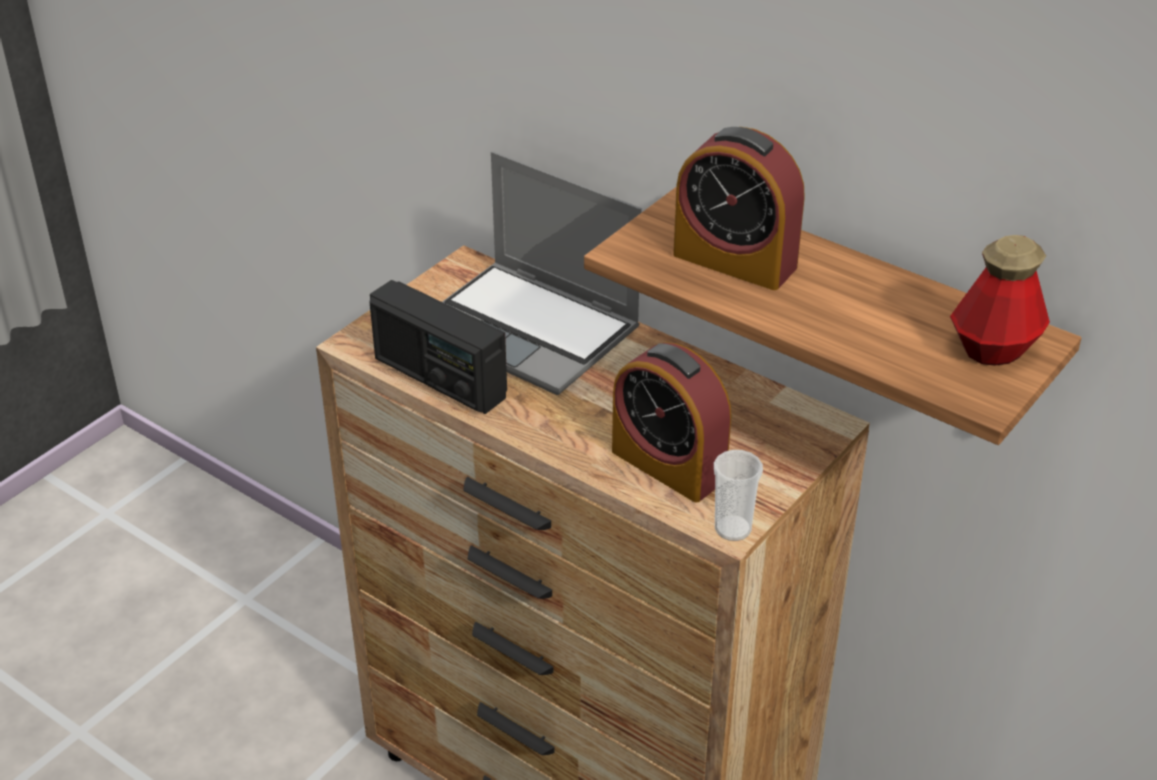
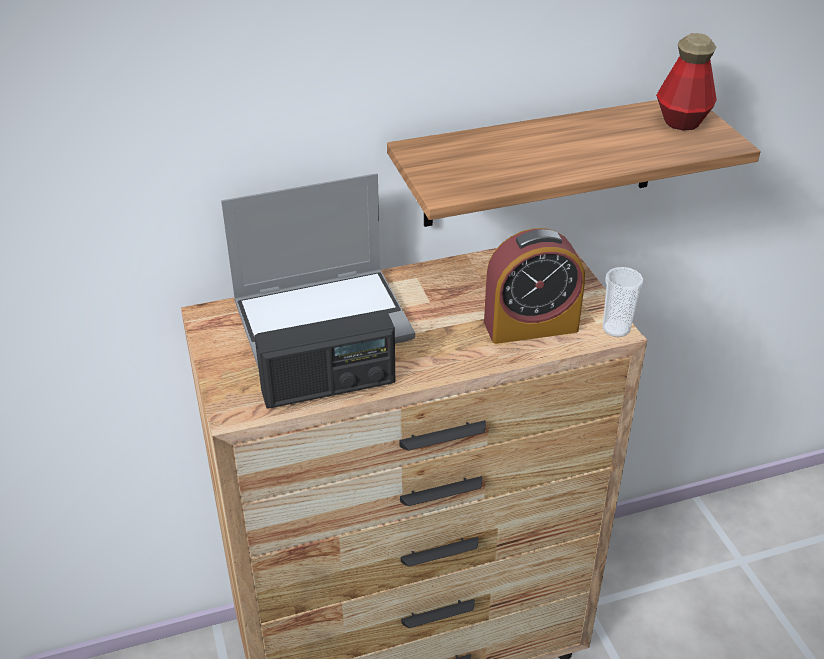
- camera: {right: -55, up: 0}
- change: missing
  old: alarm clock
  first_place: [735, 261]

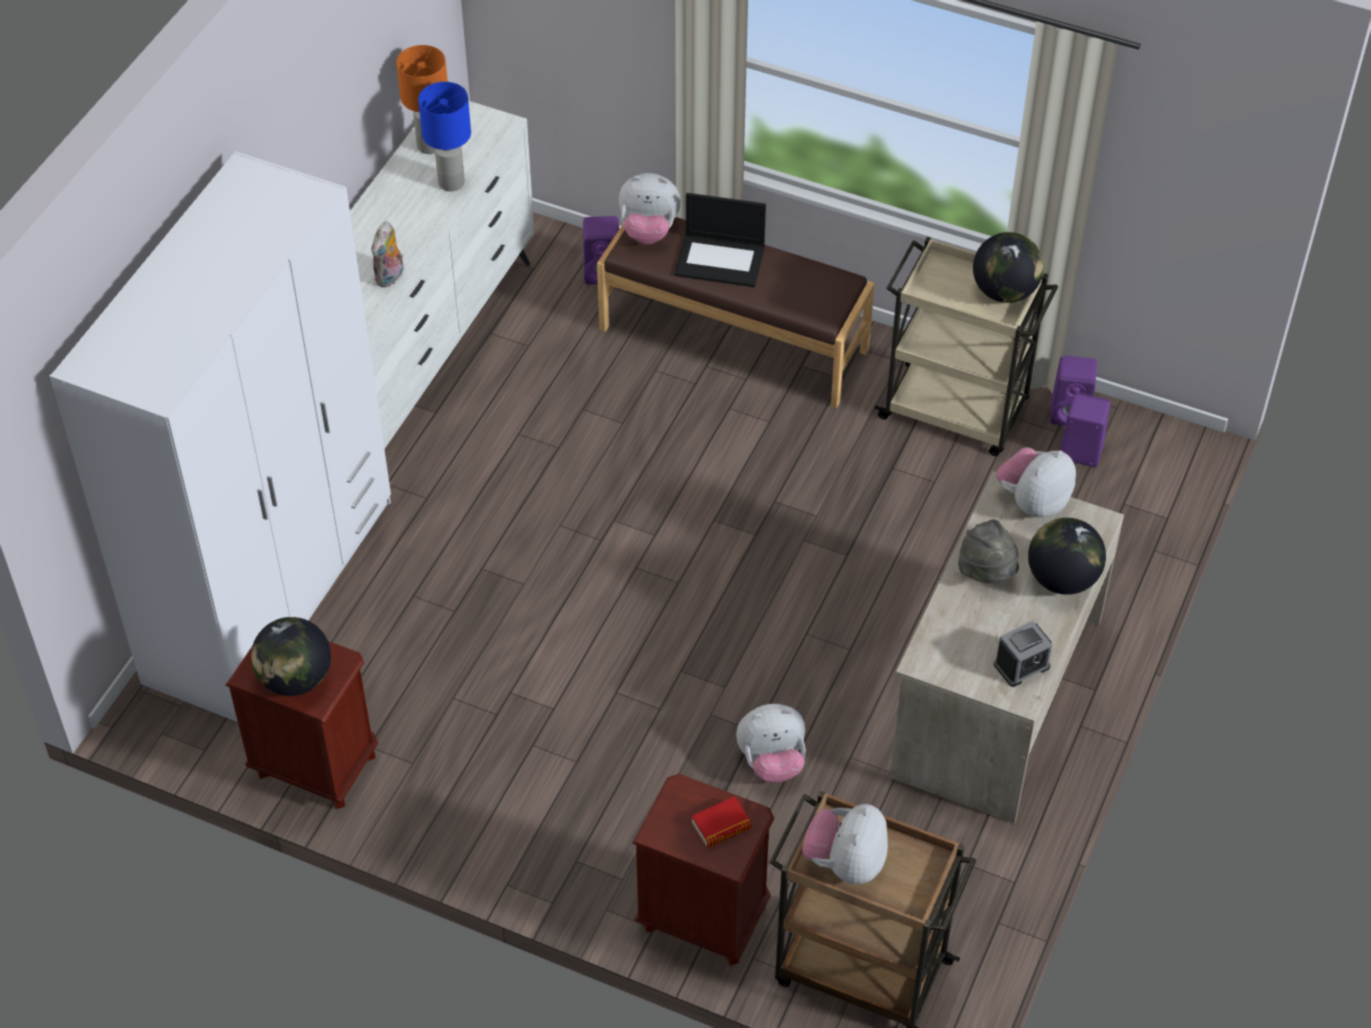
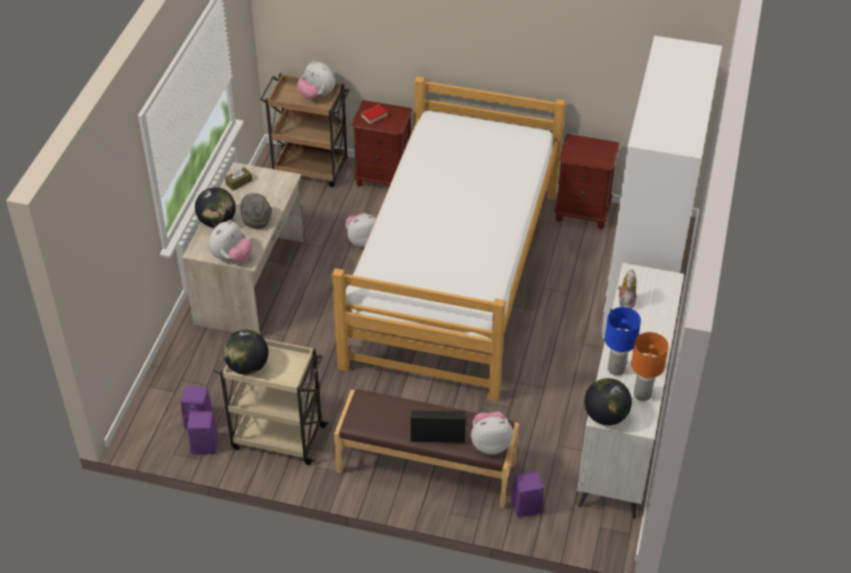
- camera: {right: 170, up: -5}
- change: relocated
  old: globe
  first_place: [295, 679]
  second_place: [605, 416]
- change: exchanged
  old: alarm clock
  new: tissue box/brown
  first_place: [1021, 665]
  second_place: [239, 182]
- change: spun
  old: plush toy
  first_place: [845, 863]
  second_place: [316, 95]
  degrees: 120
- change: appeared
  new: bed
  second_place: [454, 276]

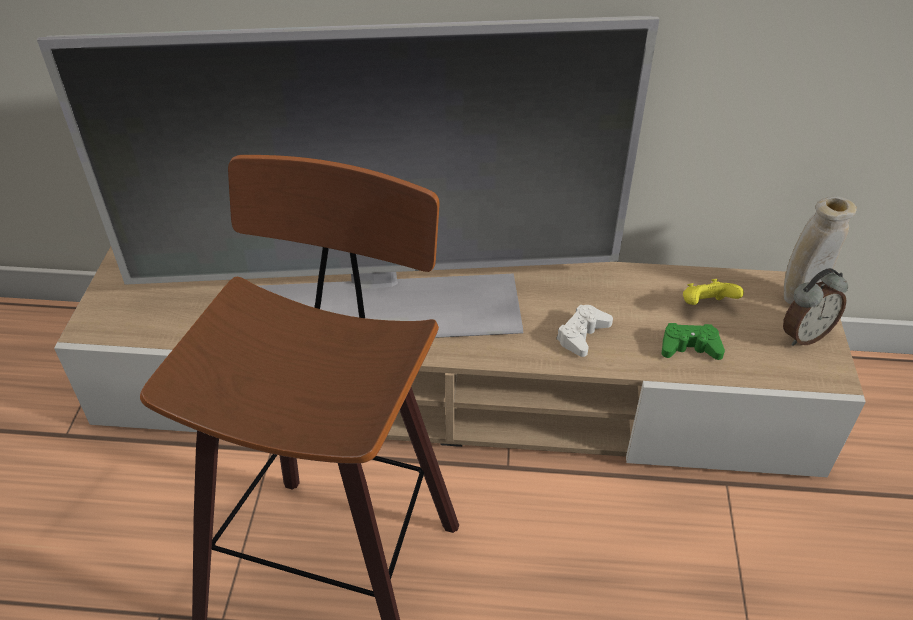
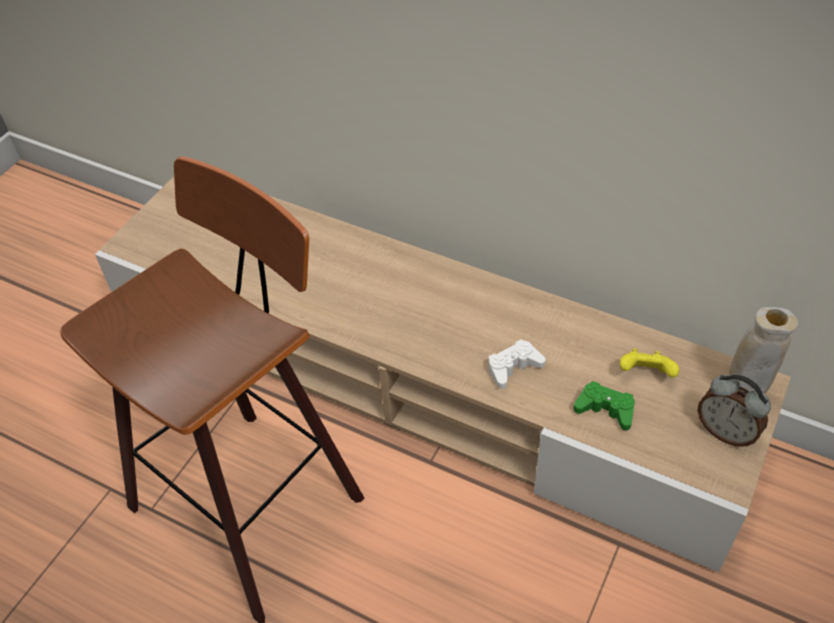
- camera: {right: 25, up: 5}
- change: missing
  old: television
  first_place: [383, 306]
- change: spun
  old: alarm clock
  first_place: [803, 335]
  second_place: [725, 431]
  degrees: 45

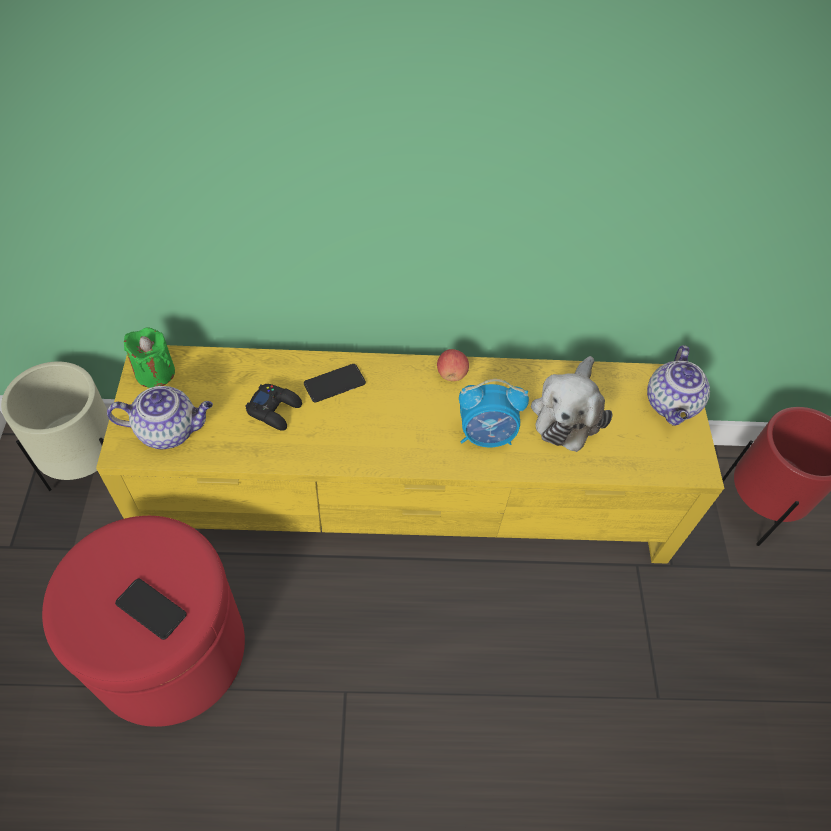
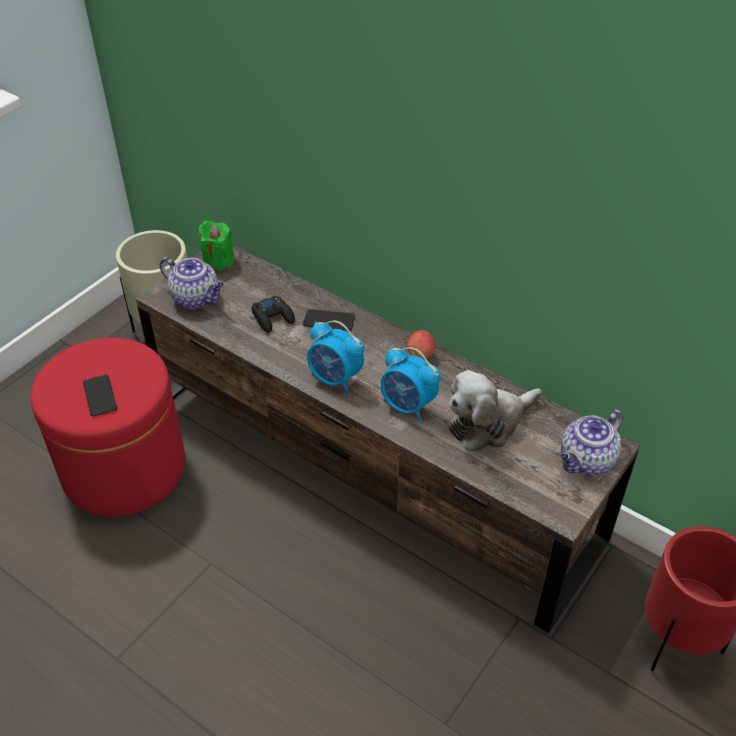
- camera: {right: 40, up: -10}
- change: colour
  old: tv stand/yellow
  new: tv stand/brown
  first_place: [410, 498]
  second_place: [370, 465]
- change: appeared
  new: alarm clock
  second_place: [335, 378]

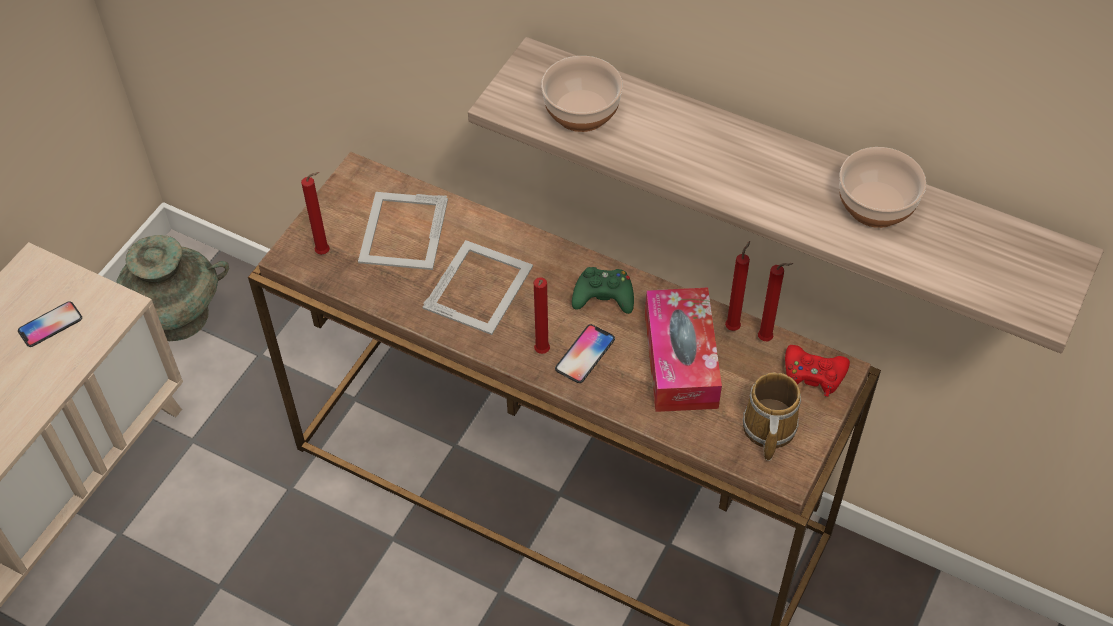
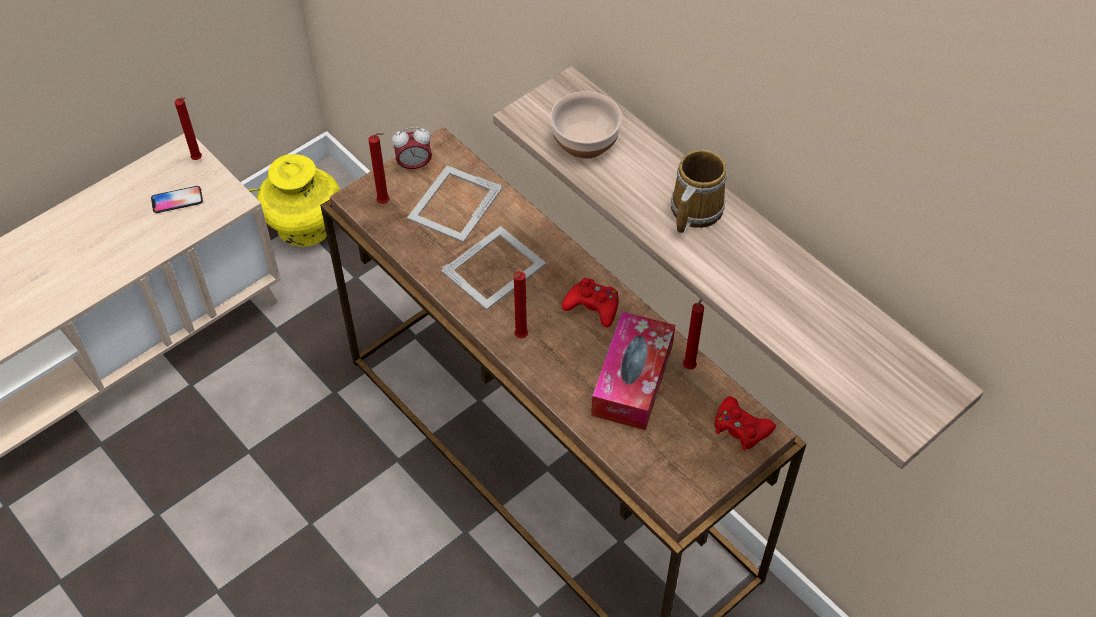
- camera: {right: 20, up: 0}
- change: missing
  old: bowl
  first_place: [876, 206]
- change: colour
  old: vase/turquoise
  new: vase/yellow
  first_place: [177, 315]
  second_place: [305, 226]
- change: relocated
  old: candle/red
  first_place: [767, 339]
  second_place: [198, 160]
- change: colour
  old: game controller/green
  new: game controller/red
  first_place: [603, 296]
  second_place: [593, 306]
- change: missing
  old: phone
  first_place: [585, 354]
- change: relocated
  old: mug
  first_place: [767, 429]
  second_place: [693, 210]
- change: appeared
  new: alarm clock
  second_place: [414, 166]

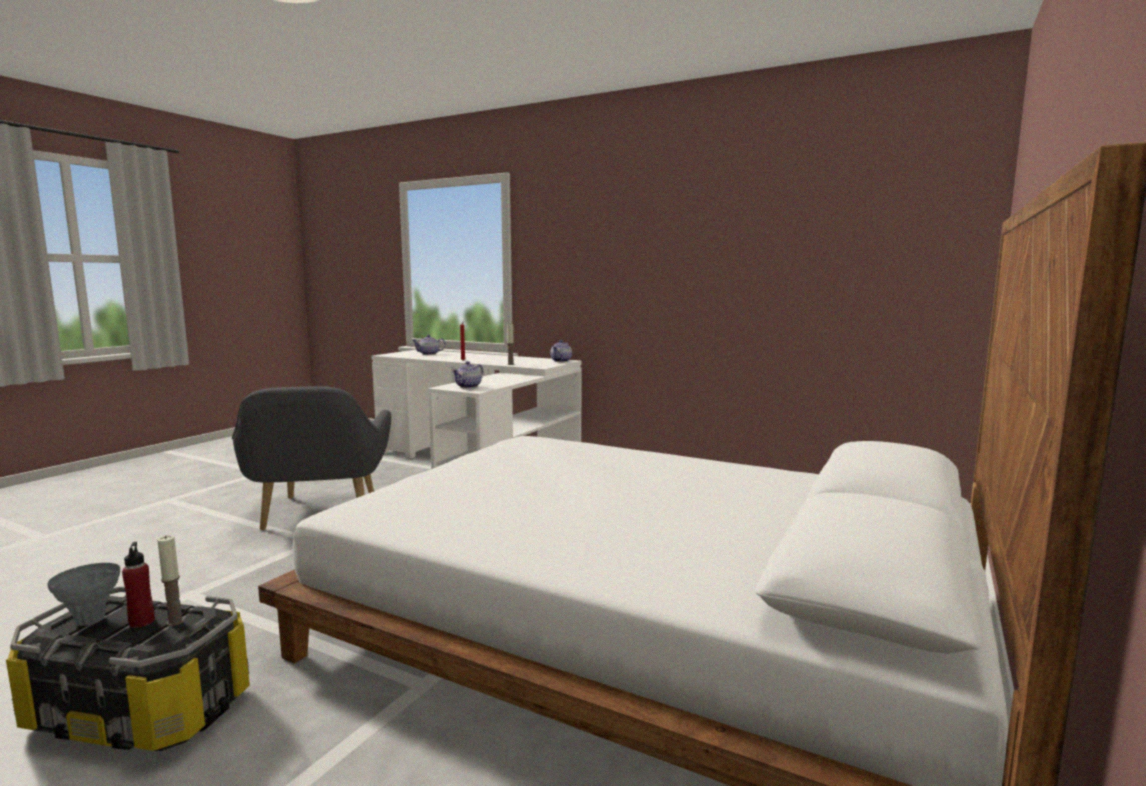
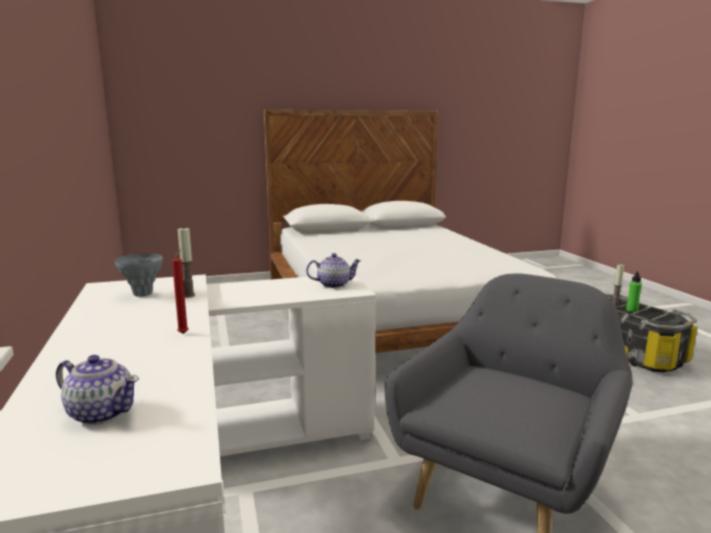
- camera: {right: -135, up: 5}
- change: missing
  old: teapot
  first_place: [561, 361]
- change: colour
  old: bottle/red
  new: bottle/green
  first_place: [142, 621]
  second_place: [632, 310]
- change: relocated
  old: vase/grey
  first_place: [91, 620]
  second_place: [142, 294]

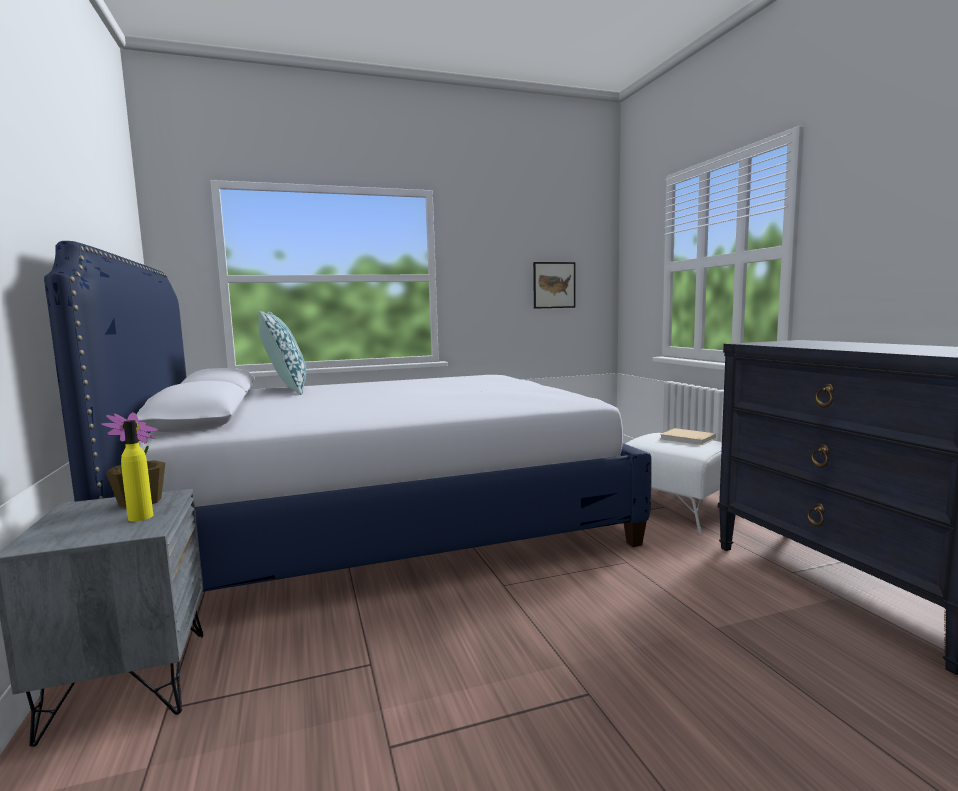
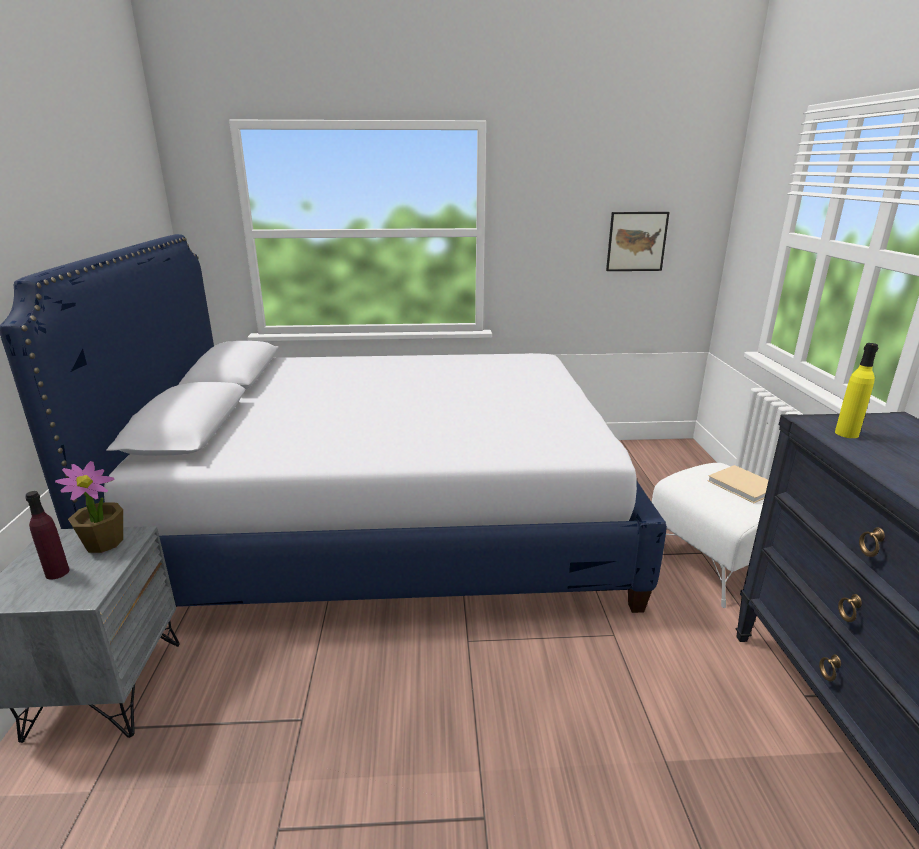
- camera: {right: 15, up: 15}
- change: missing
  old: pillow
  first_place: [286, 390]
- change: relocated
  old: bottle/yellow
  first_place: [140, 517]
  second_place: [846, 434]
- change: appeared
  new: bottle/purple
  second_place: [57, 573]

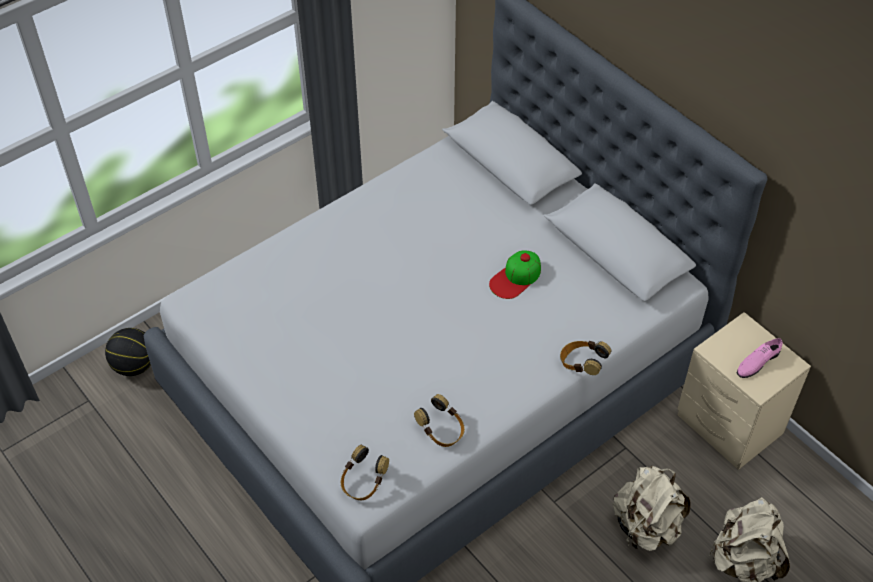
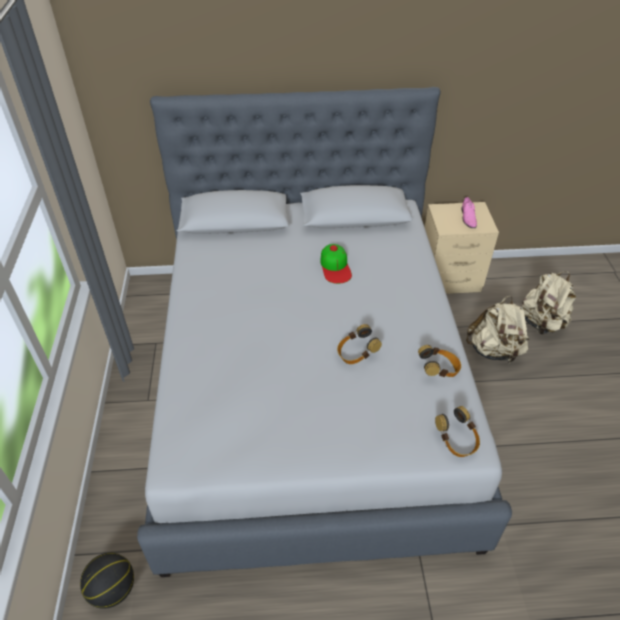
- camera: {right: -55, up: -5}
- change: relocated
  old: headphones
  first_place: [582, 364]
  second_place: [356, 354]

